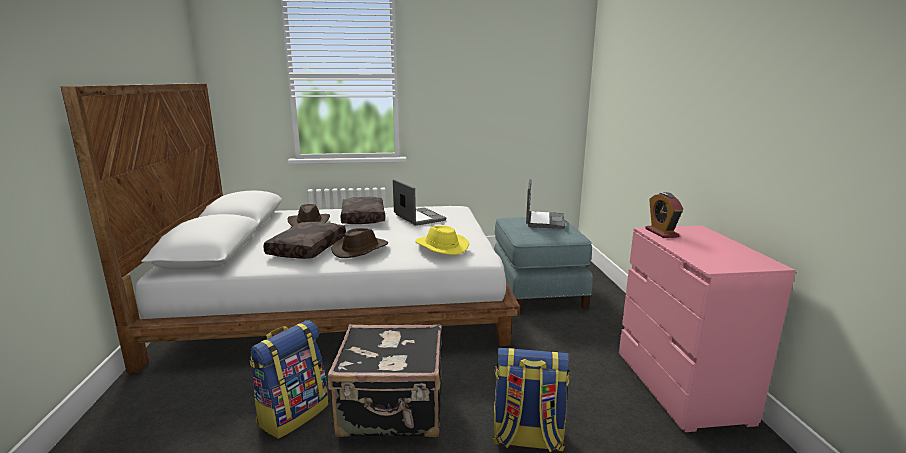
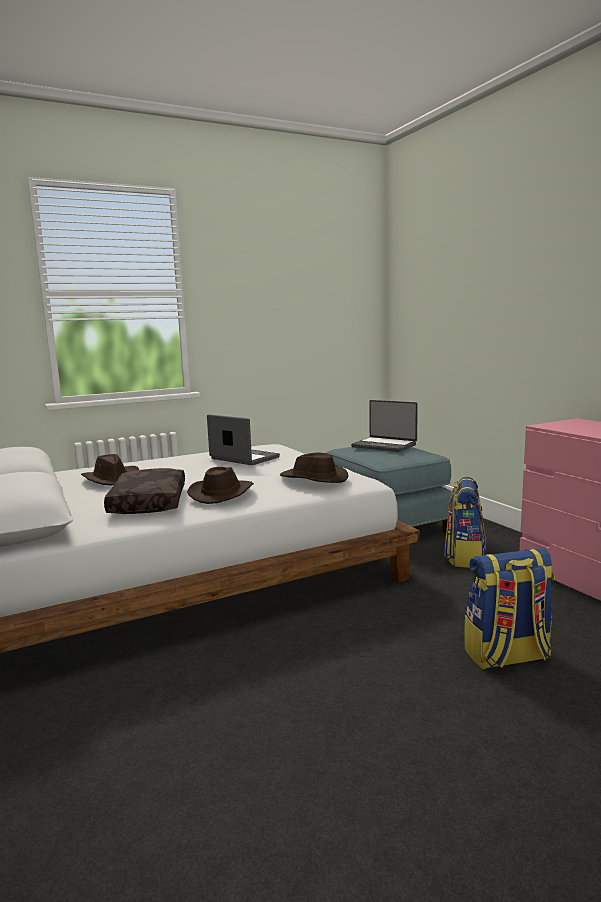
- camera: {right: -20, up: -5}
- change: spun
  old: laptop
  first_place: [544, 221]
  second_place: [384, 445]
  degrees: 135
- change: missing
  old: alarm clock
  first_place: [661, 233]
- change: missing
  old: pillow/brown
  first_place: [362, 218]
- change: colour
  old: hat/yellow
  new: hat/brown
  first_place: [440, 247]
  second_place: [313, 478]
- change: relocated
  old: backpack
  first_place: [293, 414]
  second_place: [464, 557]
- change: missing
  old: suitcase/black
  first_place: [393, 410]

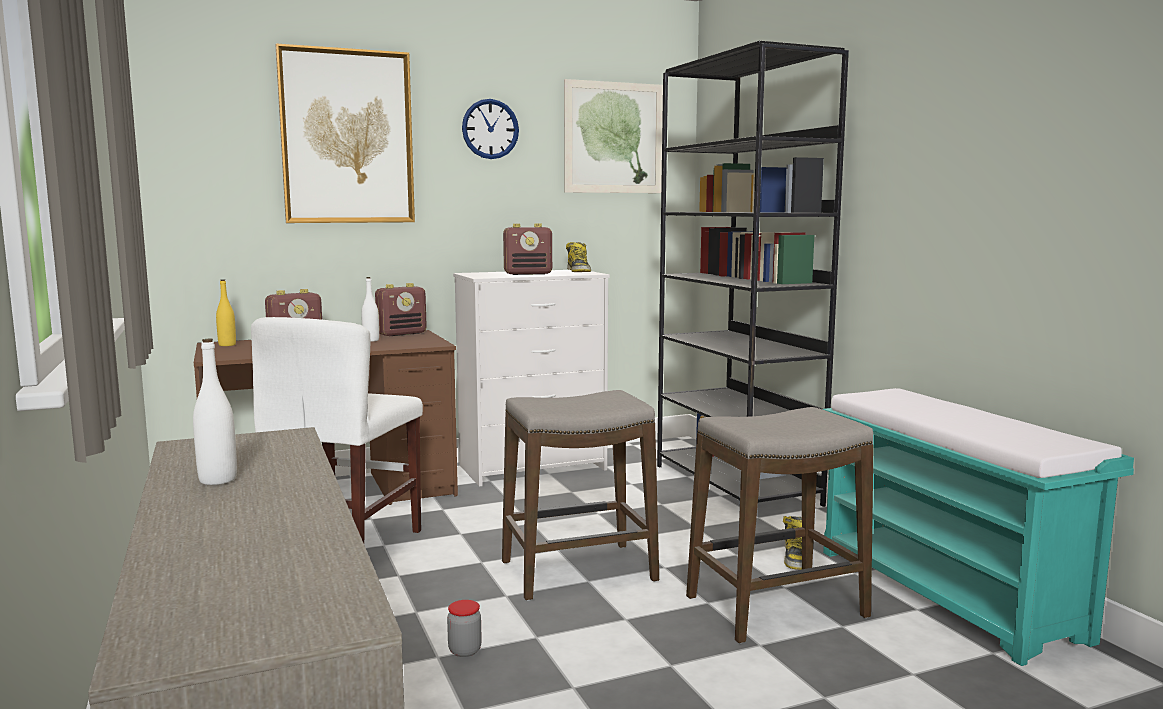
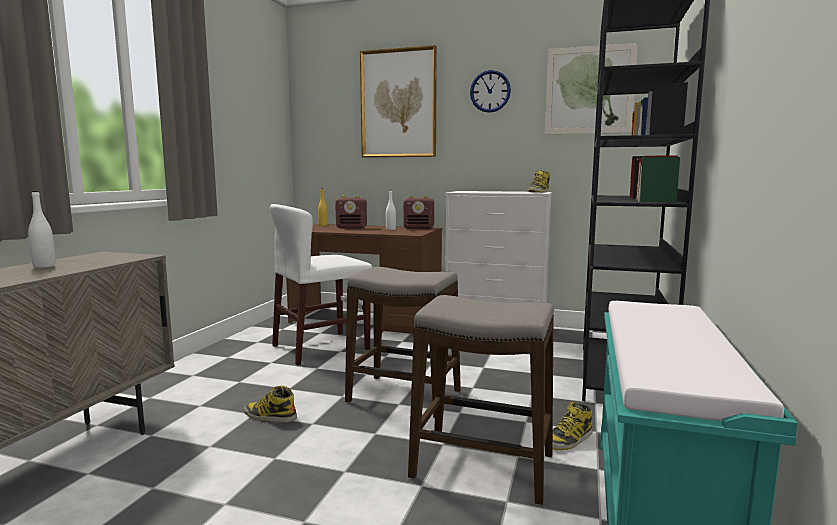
- camera: {right: 40, up: 0}
- change: missing
  old: radio
  first_place: [528, 274]
- change: exchanged
  old: jar
  new: boot
  first_place: [465, 650]
  second_place: [269, 416]

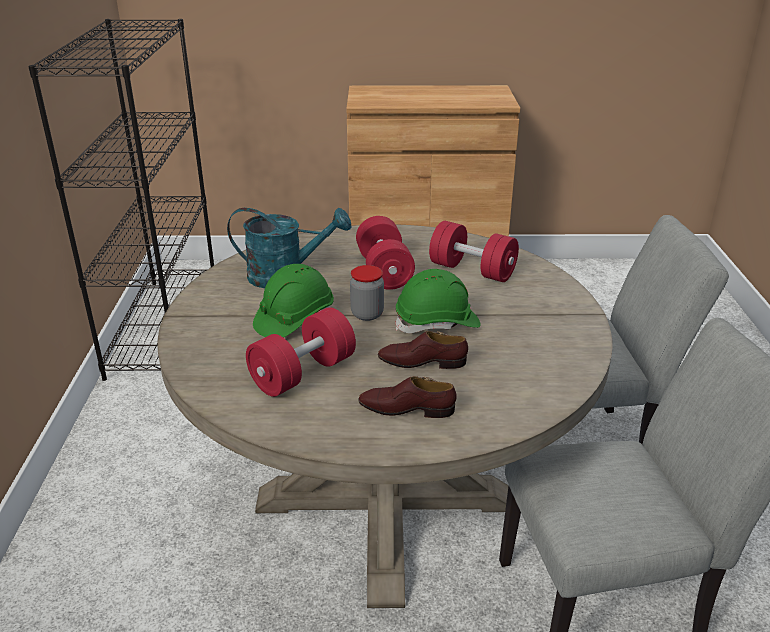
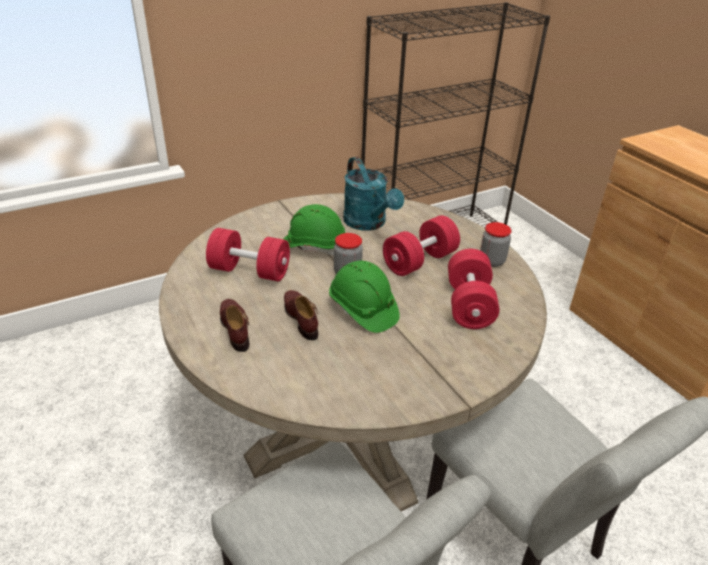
- camera: {right: 60, up: 5}
- change: appeared
  new: jar
  second_place: [492, 261]

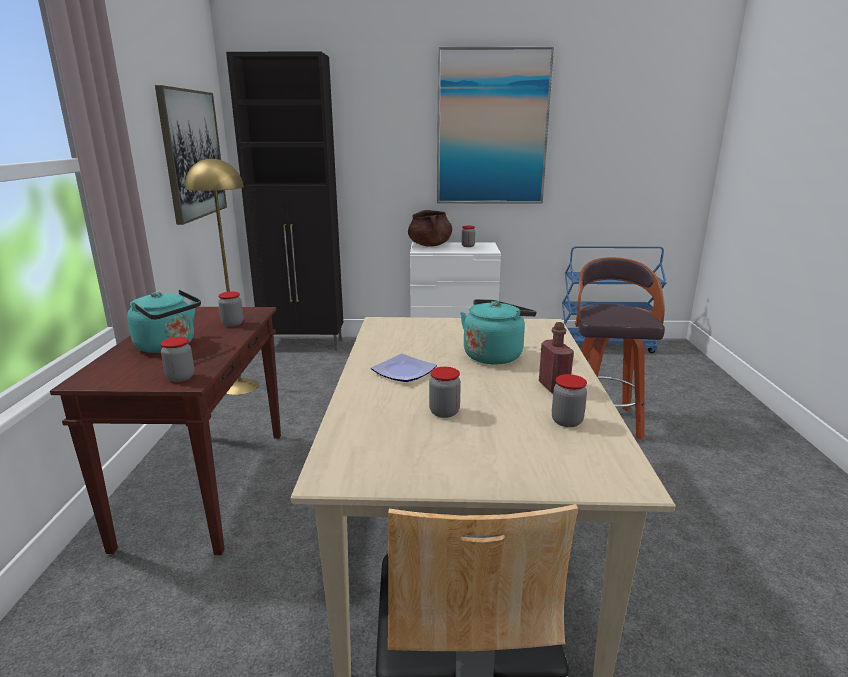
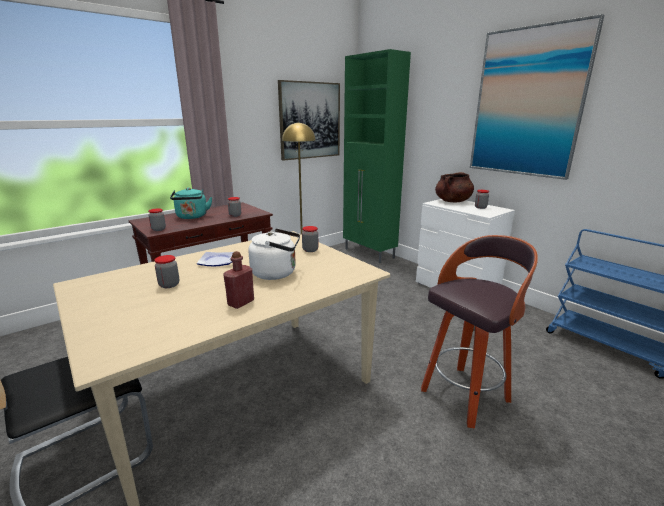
- camera: {right: 50, up: 0}
- change: colour
  old: cabinet/black
  new: cabinet/green
  first_place: [304, 345]
  second_place: [369, 253]
- change: colour
  old: kettle/turquoise
  new: kettle/white
  first_place: [494, 355]
  second_place: [277, 273]
- change: relocated
  old: jar
  first_place: [567, 421]
  second_place: [310, 250]

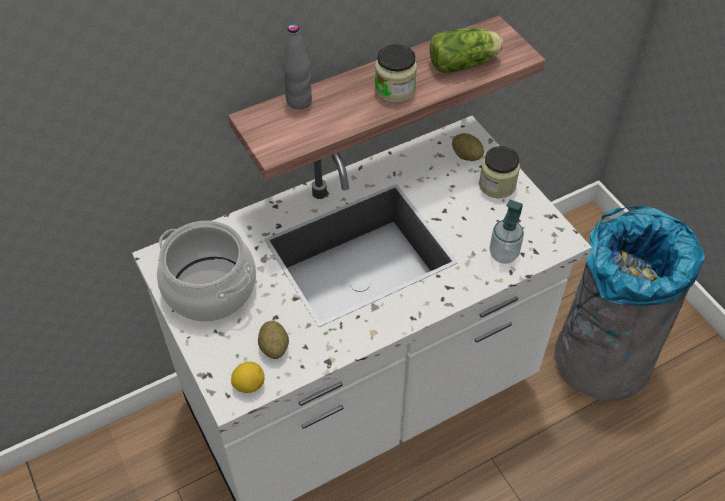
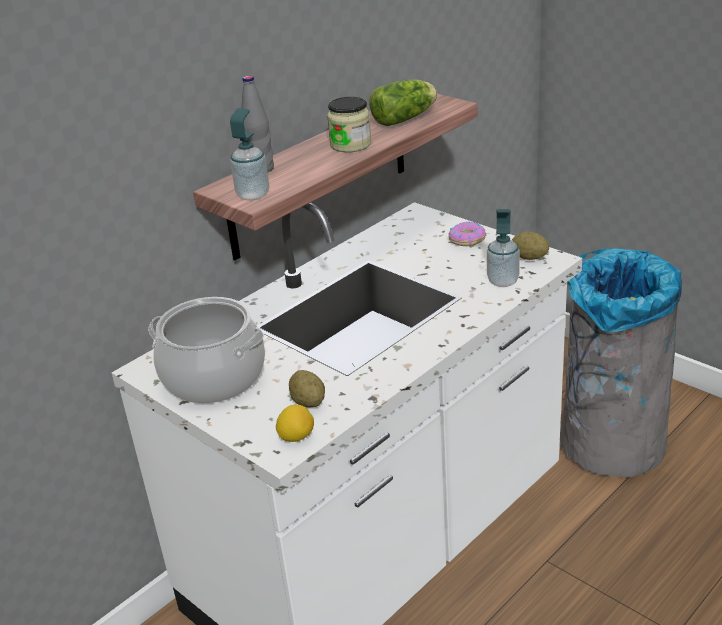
- camera: {right: -15, up: -20}
- change: relocated
  old: potato
  first_place: [466, 156]
  second_place: [529, 258]
- change: exchanged
  old: jar
  new: donut
  first_place: [497, 185]
  second_place: [467, 239]
- change: appeared
  new: soap dispenser
  second_place: [253, 195]

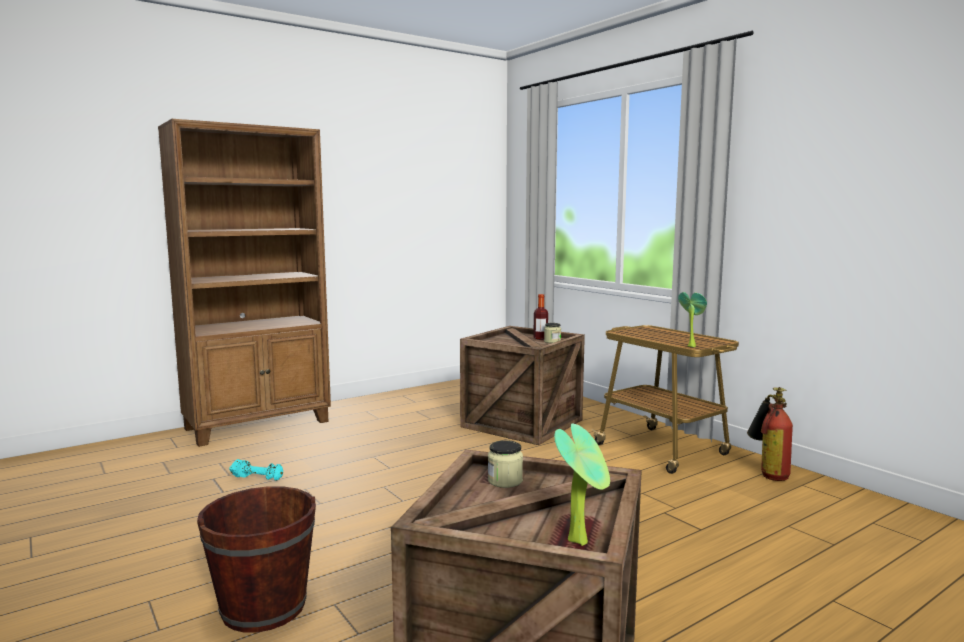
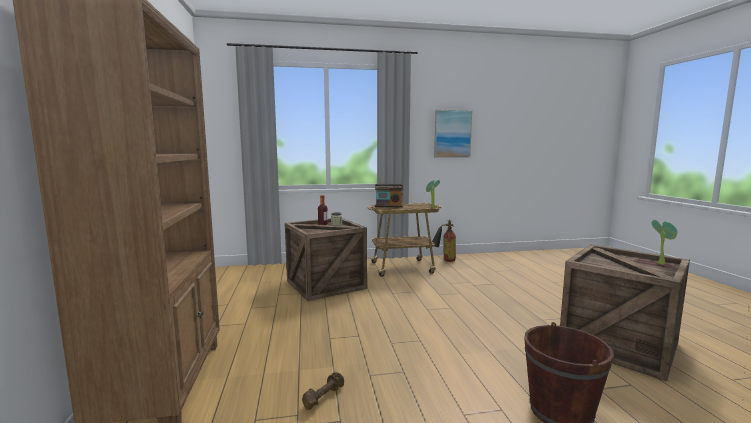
- camera: {right: -65, up: 0}
- change: missing
  old: jar
  first_place: [505, 481]
- change: colour
  old: dumbbell/turquoise
  new: dumbbell/brown
  first_place: [258, 478]
  second_place: [323, 397]
- change: appeared
  new: picture
  second_place: [452, 134]
- change: appeared
  new: radio
  second_place: [389, 206]

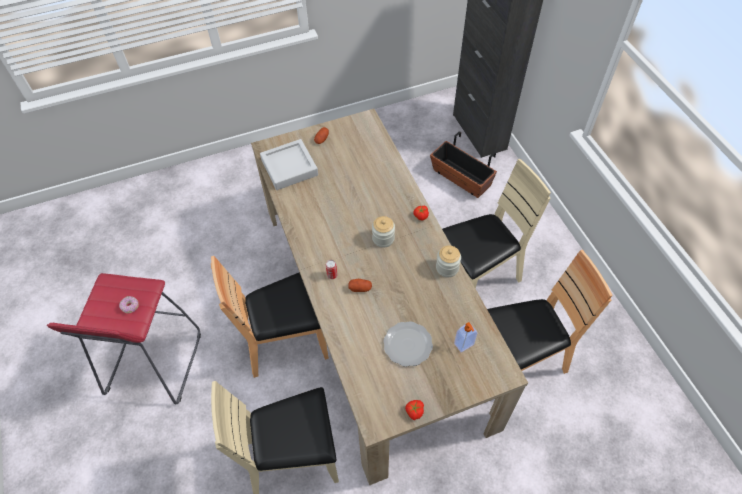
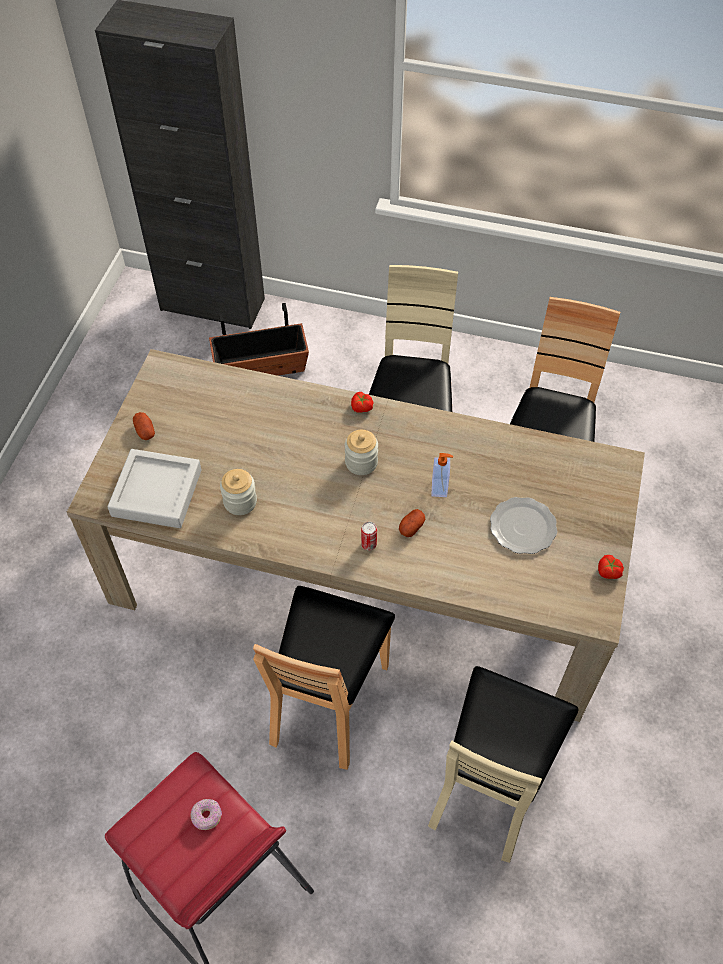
- camera: {right: -55, up: 0}
- change: relocated
  old: jar
  first_place: [447, 268]
  second_place: [240, 502]
- change: relocated
  old: soap dispenser
  first_place: [464, 344]
  second_place: [440, 488]

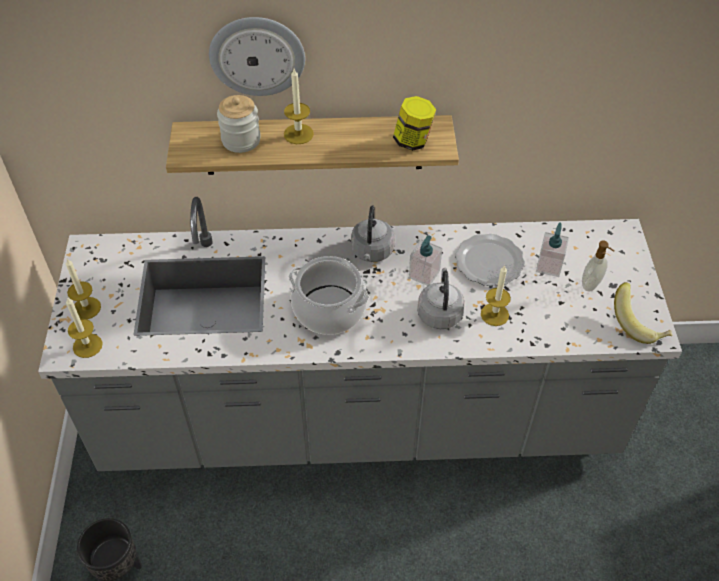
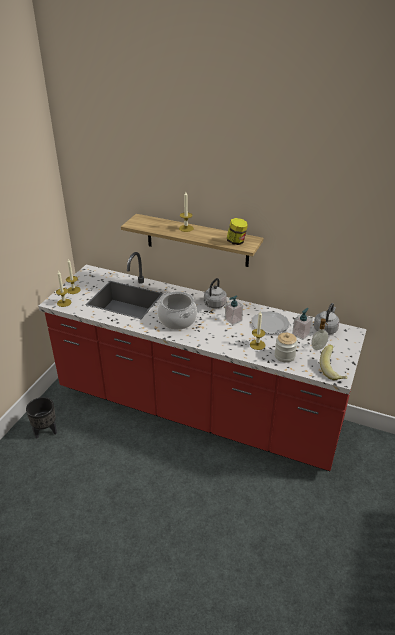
- camera: {right: 25, up: -15}
- change: missing
  old: wall clock
  first_place: [257, 55]
- change: relocated
  old: jar
  first_place: [241, 140]
  second_place: [284, 356]
- change: colour
  old: counter/grey
  new: counter/red
  first_place: [359, 419]
  second_place: [197, 410]
- change: relocated
  old: kettle/grey
  first_place: [439, 313]
  second_place: [325, 328]

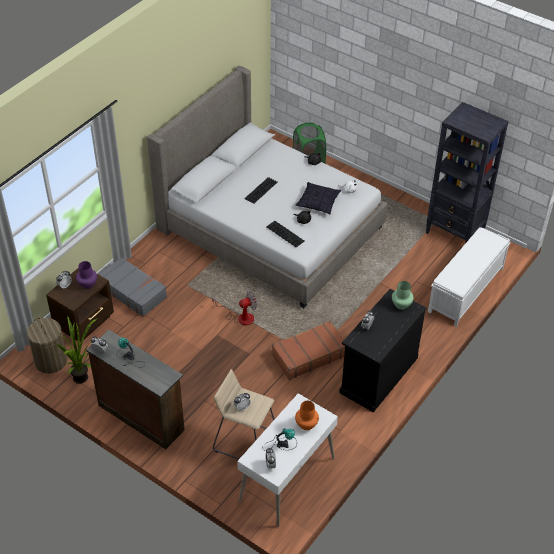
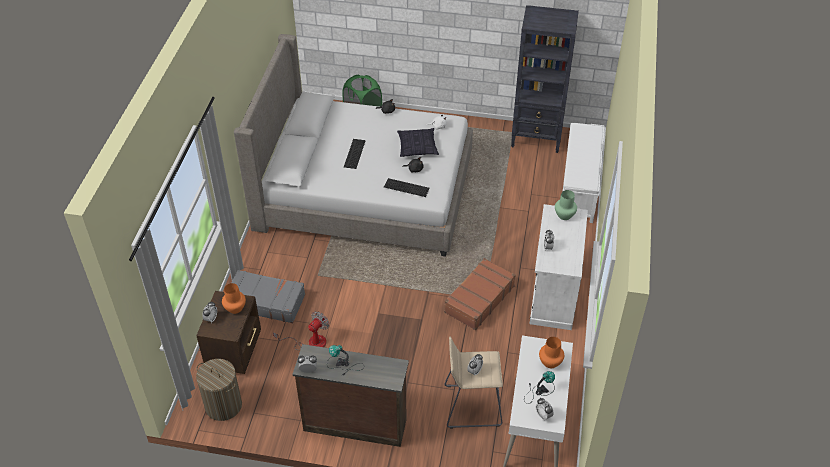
- camera: {right: -25, up: 0}
- change: colour
  old: vase/purple
  new: vase/orange
  first_place: [88, 284]
  second_place: [235, 308]
- change: colour
  old: cabinet/black
  new: cabinet/white
  first_place: [378, 375]
  second_place: [553, 293]
- change: relocated
  old: fan
  first_place: [240, 317]
  second_place: [310, 342]
- change: missing
  old: potted plant
  first_place: [84, 379]

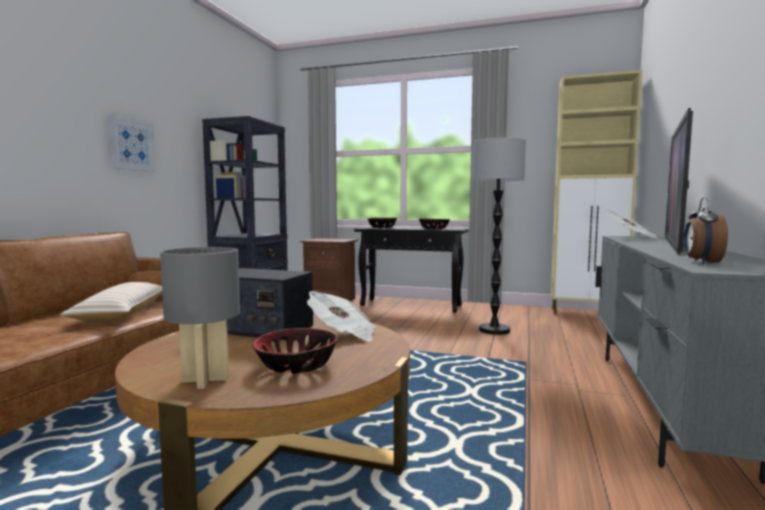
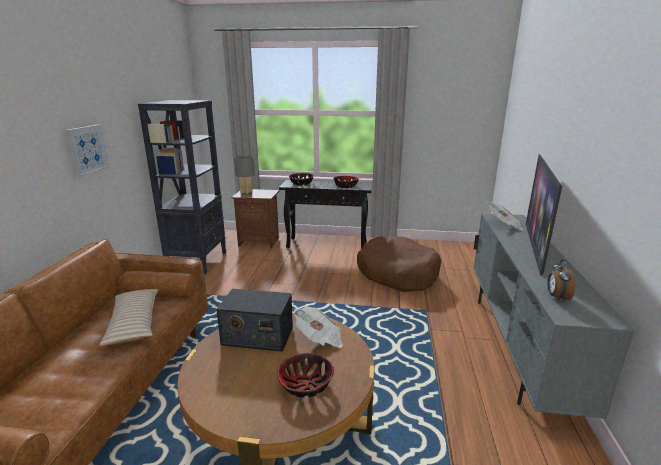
- camera: {right: -10, up: 15}
- change: missing
  old: cabinet/beige
  first_place: [587, 313]
- change: exchanged
  old: floor lamp
  new: dog bed/brown
  first_place: [494, 330]
  second_place: [397, 273]
- change: relocated
  old: table lamp/grey
  first_place: [205, 379]
  second_place: [246, 192]

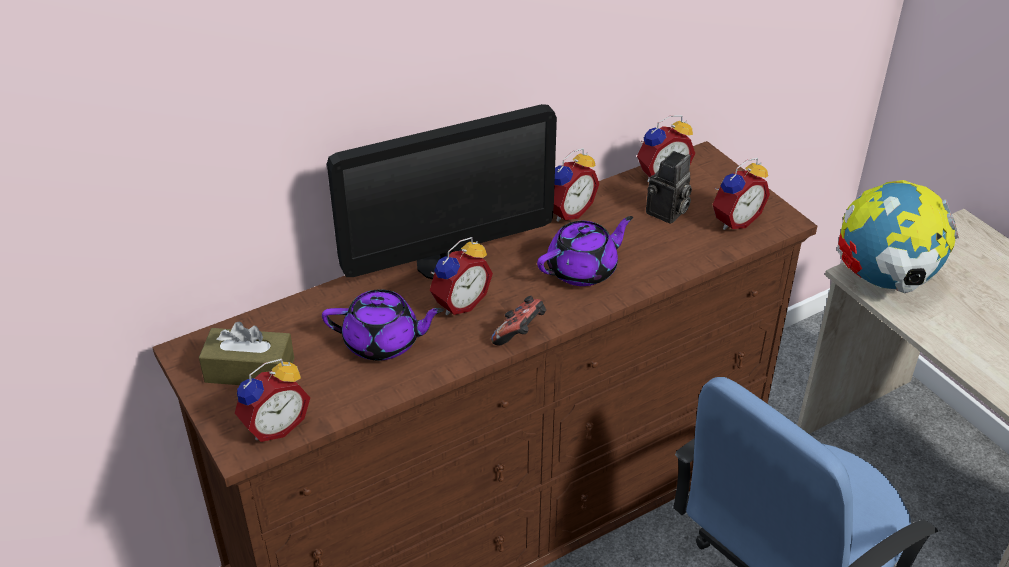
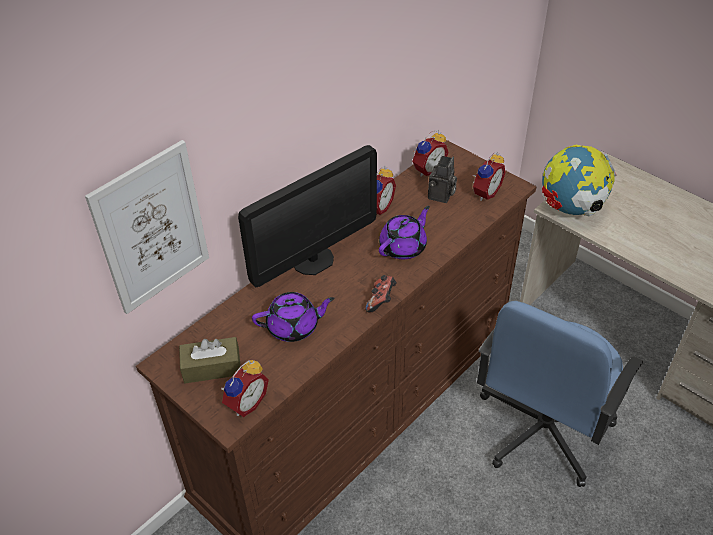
- camera: {right: -15, up: 5}
- change: missing
  old: alarm clock
  first_place: [458, 303]
- change: appeared
  new: picture
  second_place: [151, 228]

